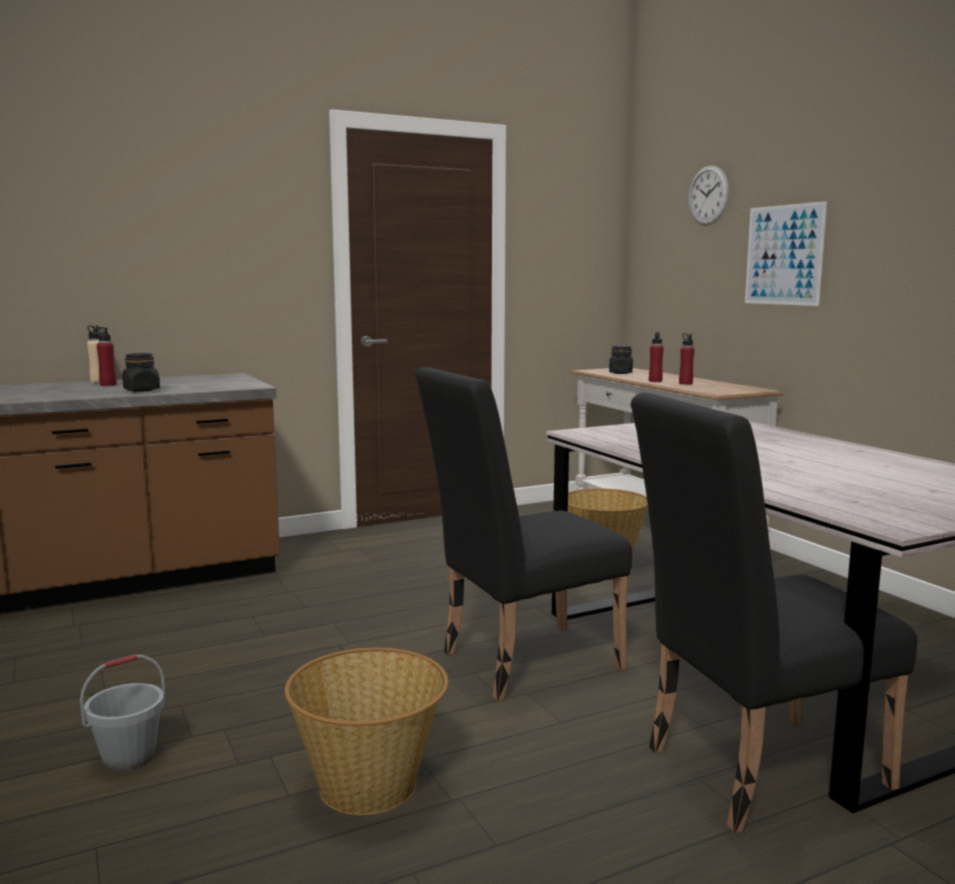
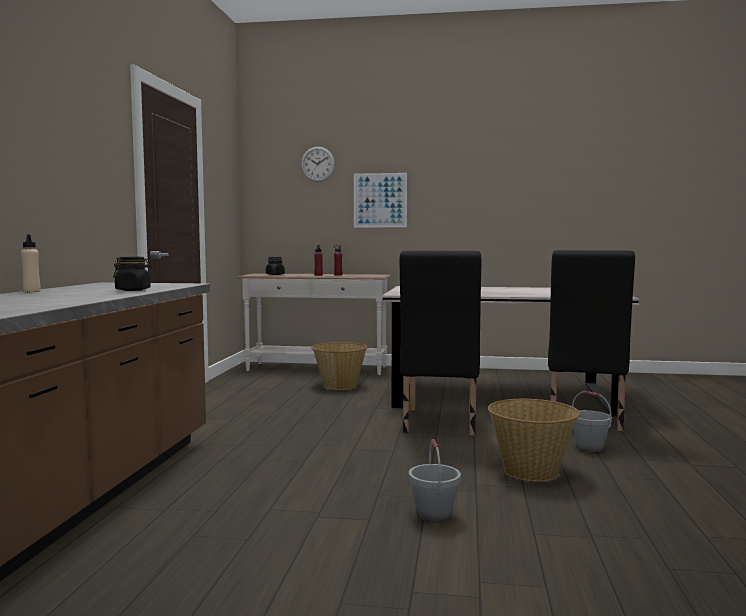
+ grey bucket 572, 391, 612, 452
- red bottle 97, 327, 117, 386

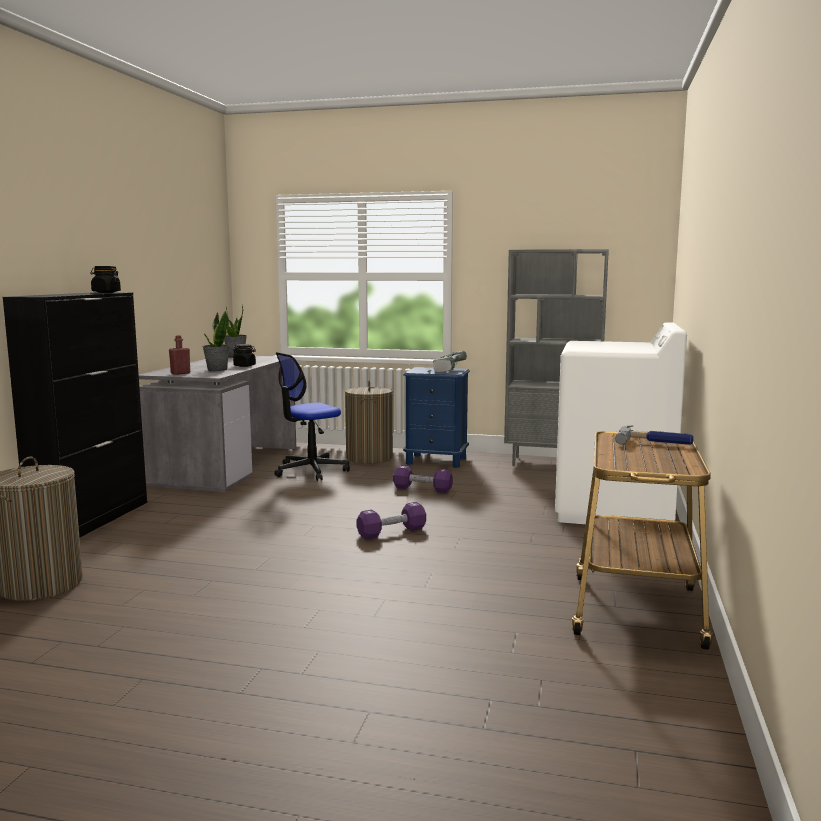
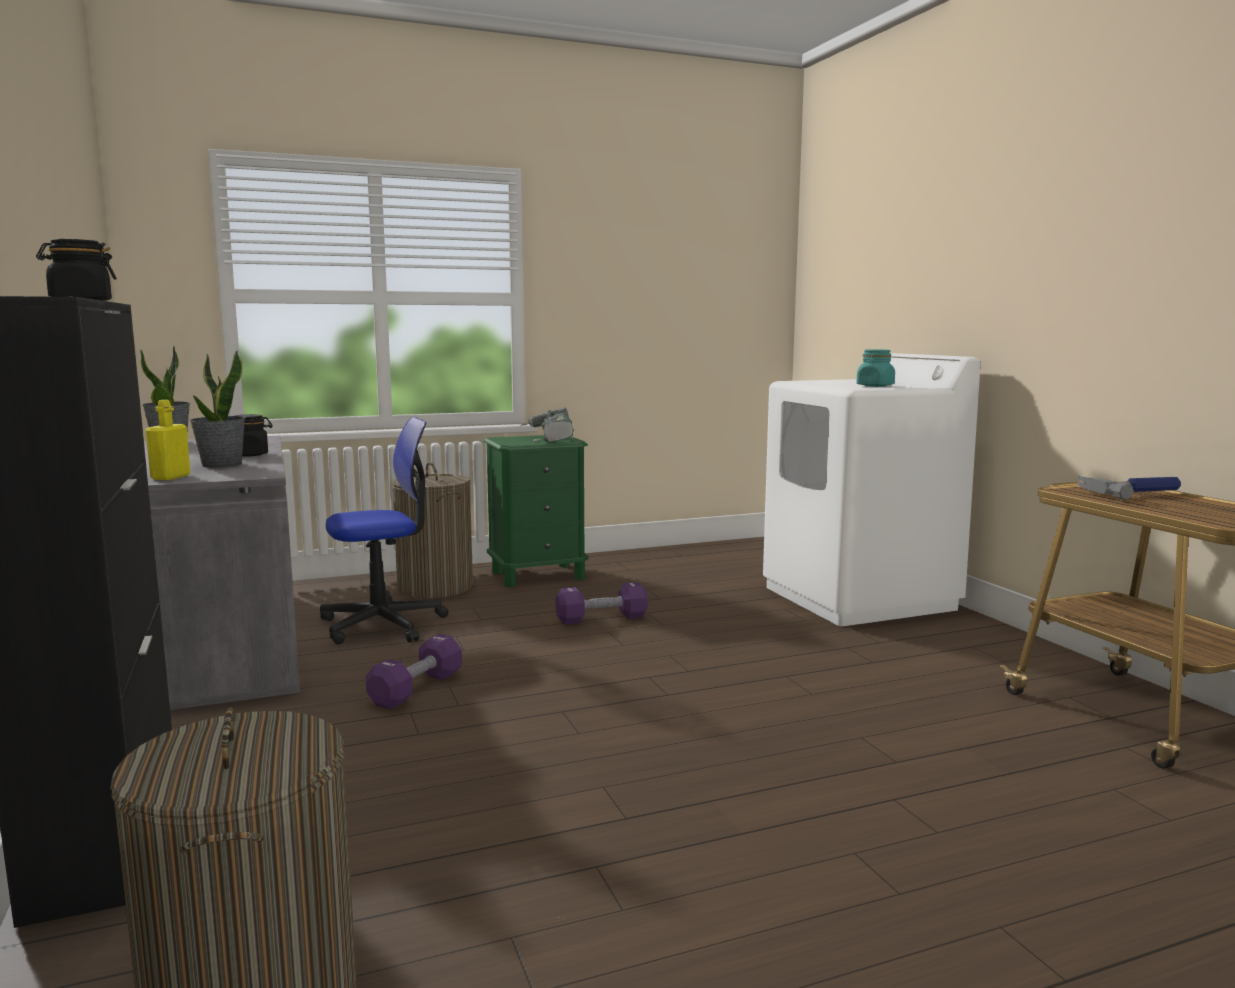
~ red bottle 169, 335, 190, 375 to yellow bottle 145, 400, 190, 480
~ office chair 274, 352, 350, 481 = 320, 417, 448, 644 135 degrees counterclockwise
~ purple dumbbell 357, 502, 426, 540 to 366, 634, 462, 709
~ blue nightstand 403, 367, 470, 468 to green nightstand 484, 435, 588, 588
+ turquoise jar 856, 349, 895, 387
- grey bookcase 504, 249, 609, 466

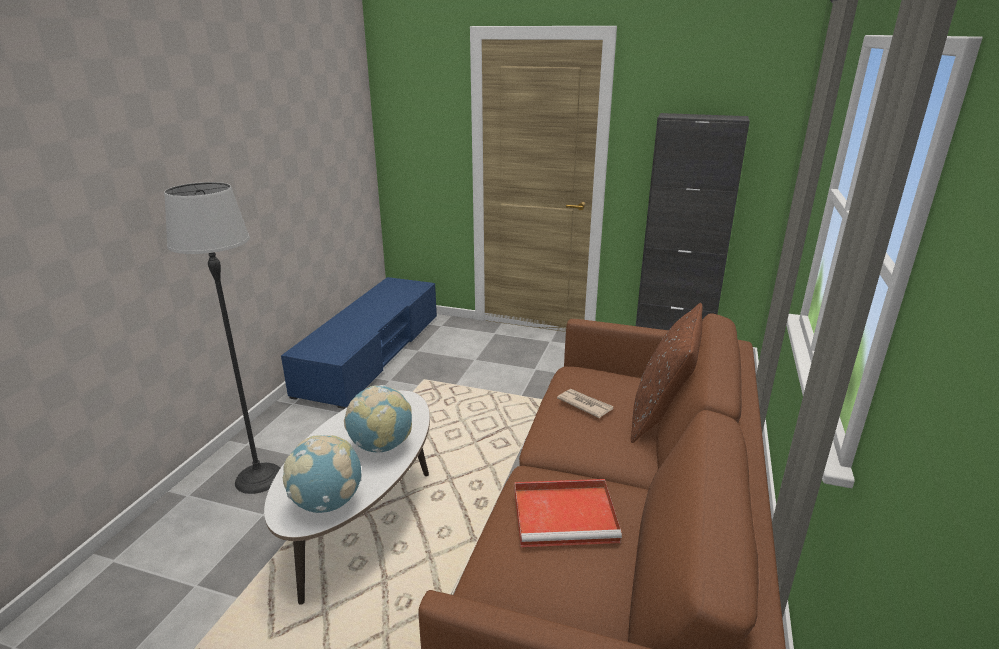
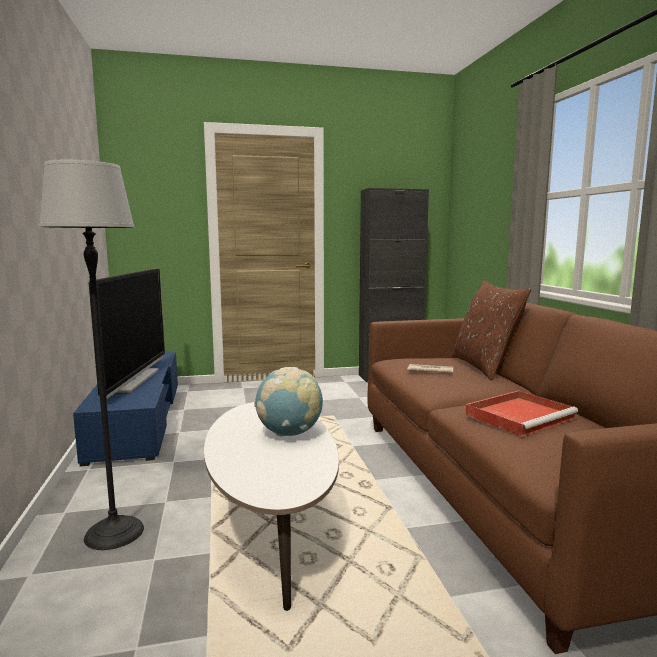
+ television 89, 269, 165, 399
- globe 283, 435, 362, 513

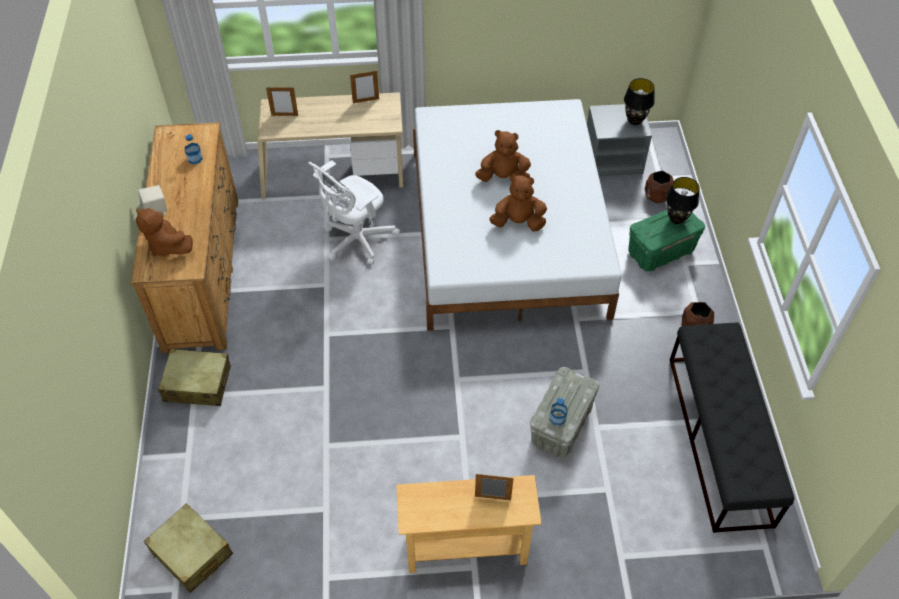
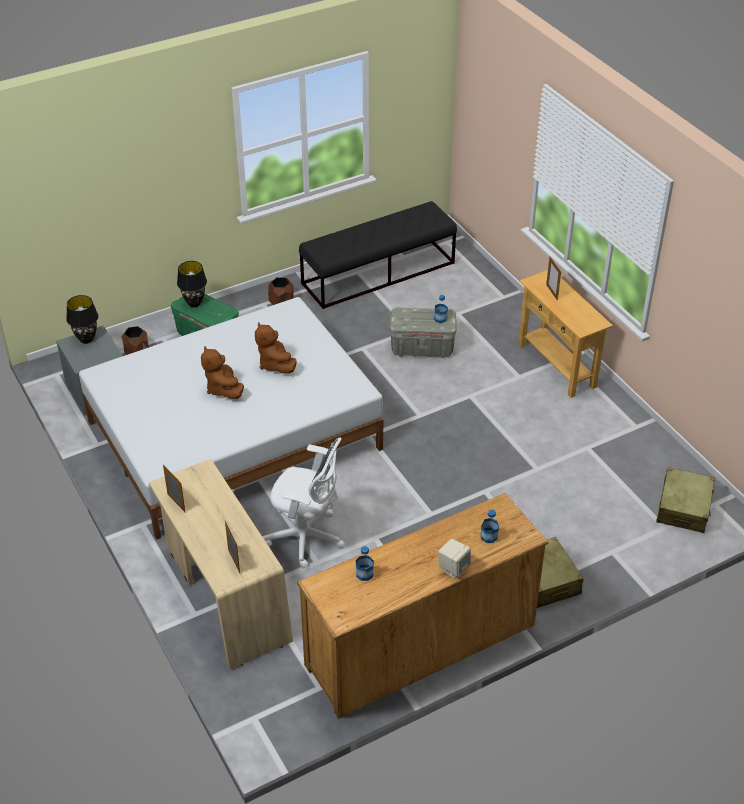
~ brown plush toy 136, 208, 193, 256 to bottle 481, 510, 499, 543

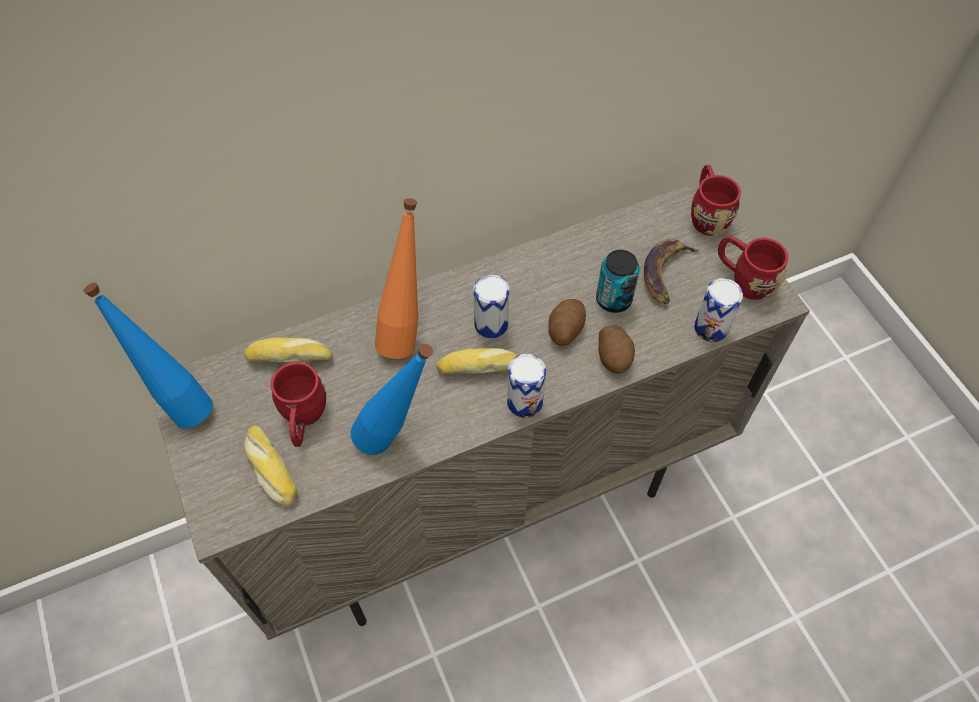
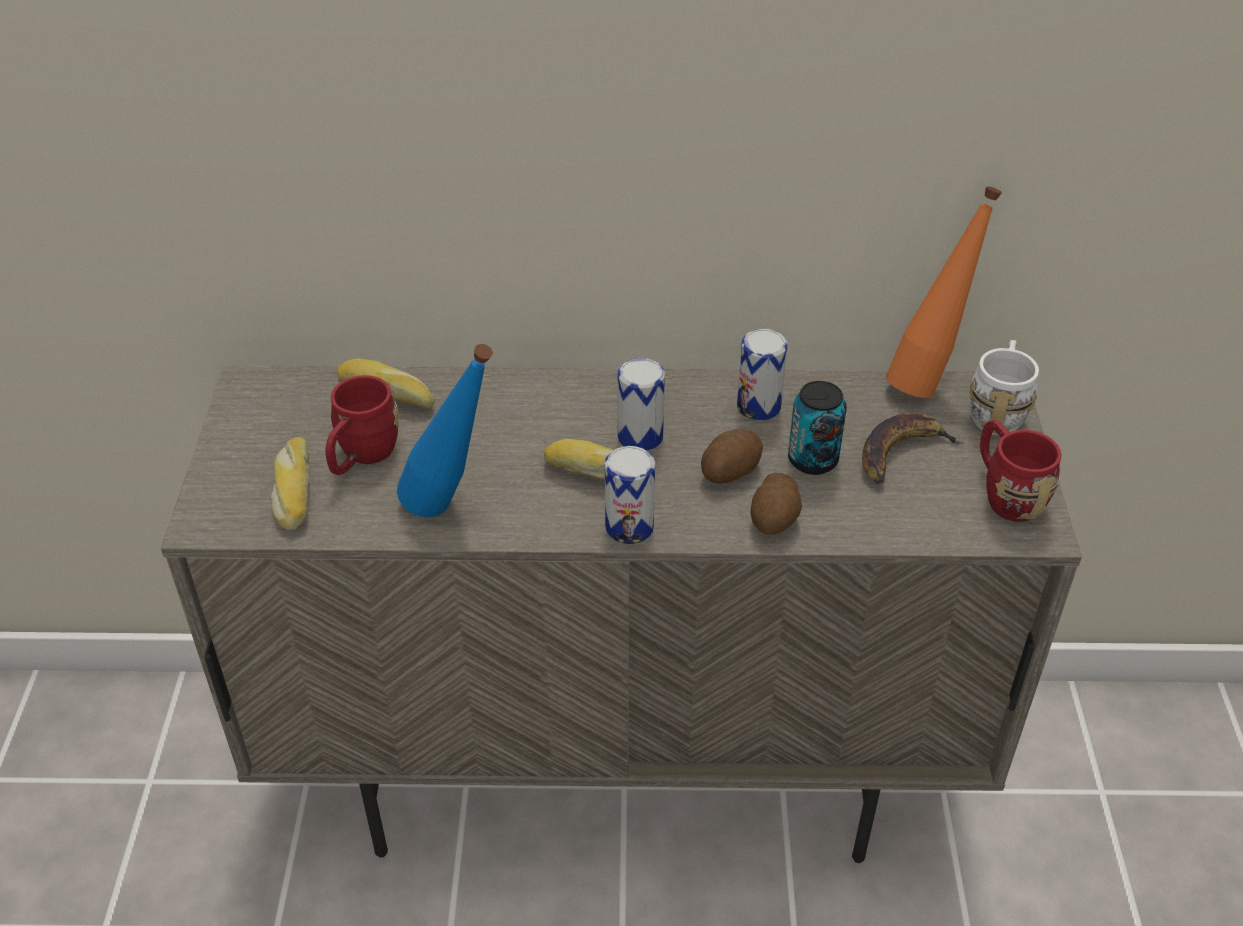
~ can 694, 278, 743, 342 to 737, 329, 787, 421
~ orange bottle 375, 198, 418, 359 to 886, 186, 1002, 398
~ red mug 691, 165, 741, 236 to white mug 969, 340, 1039, 435
- blue bottle 84, 283, 213, 428

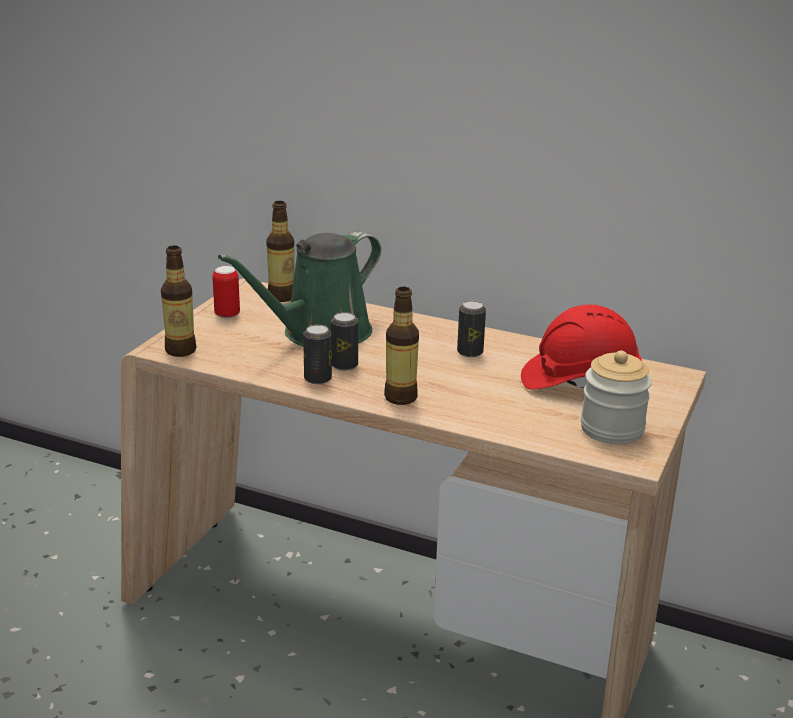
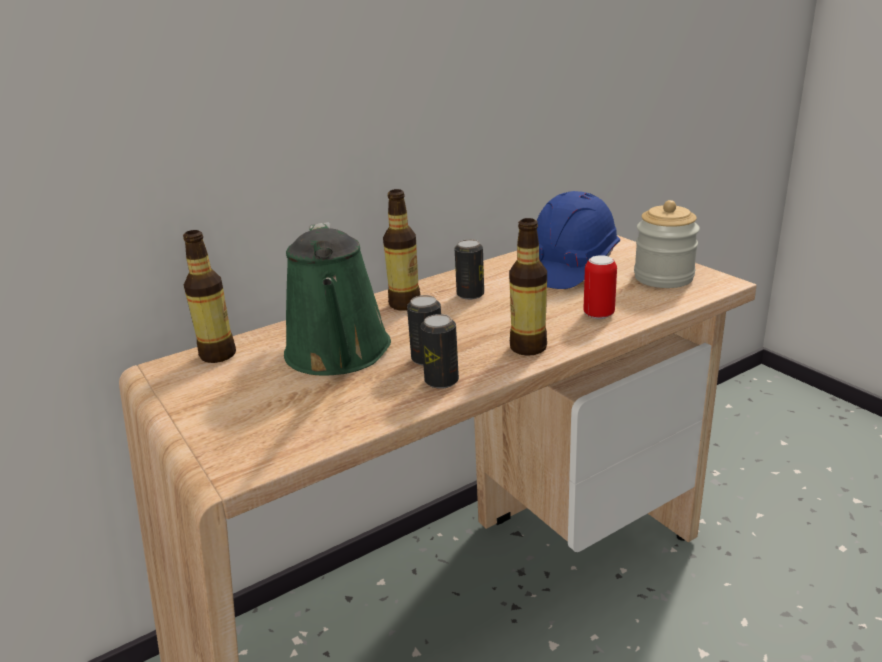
~ bottle 161, 245, 196, 357 to 383, 189, 421, 311
~ red hard hat 521, 304, 642, 389 to blue hard hat 537, 191, 620, 289
~ can 212, 266, 240, 318 to 583, 255, 617, 319

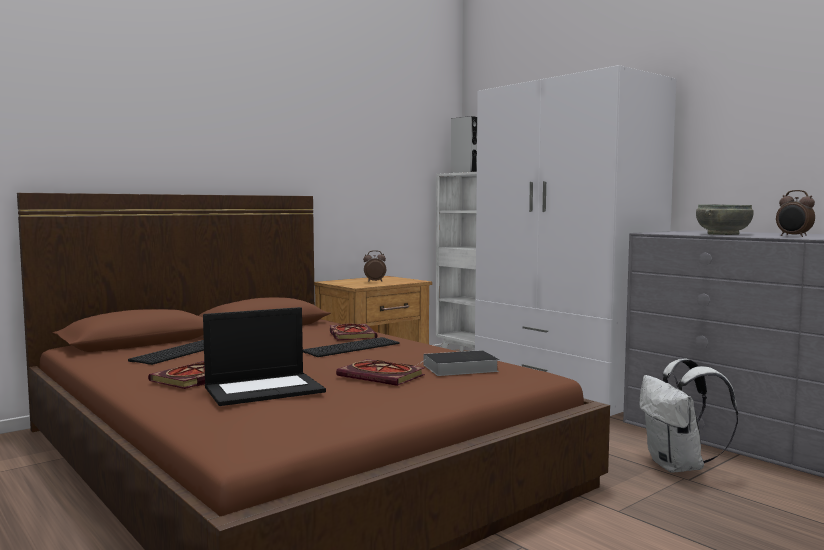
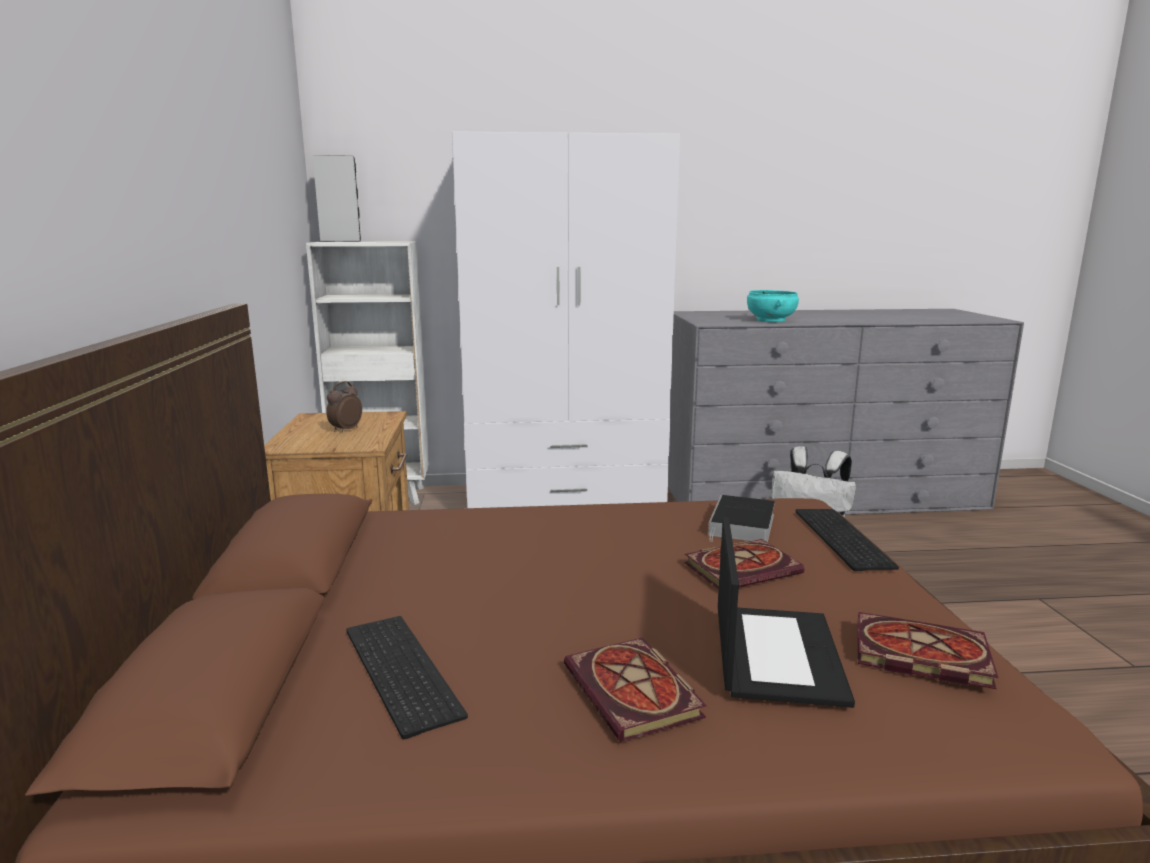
~ grey bowl 696, 204, 754, 235 to turquoise bowl 747, 290, 799, 322
~ keyboard 303, 337, 400, 357 to 796, 509, 899, 571
~ book 330, 324, 378, 340 to 858, 612, 998, 689
- alarm clock 776, 190, 815, 237

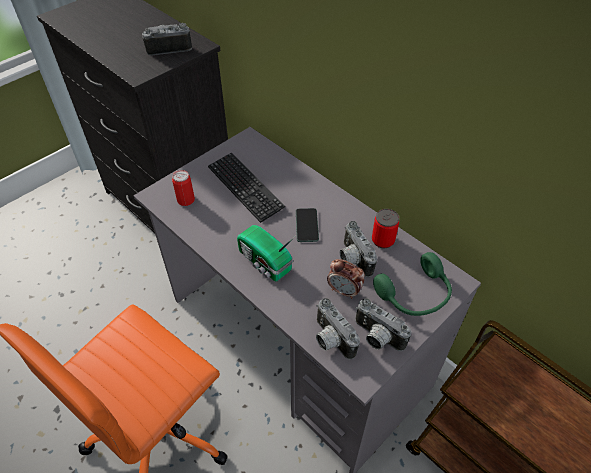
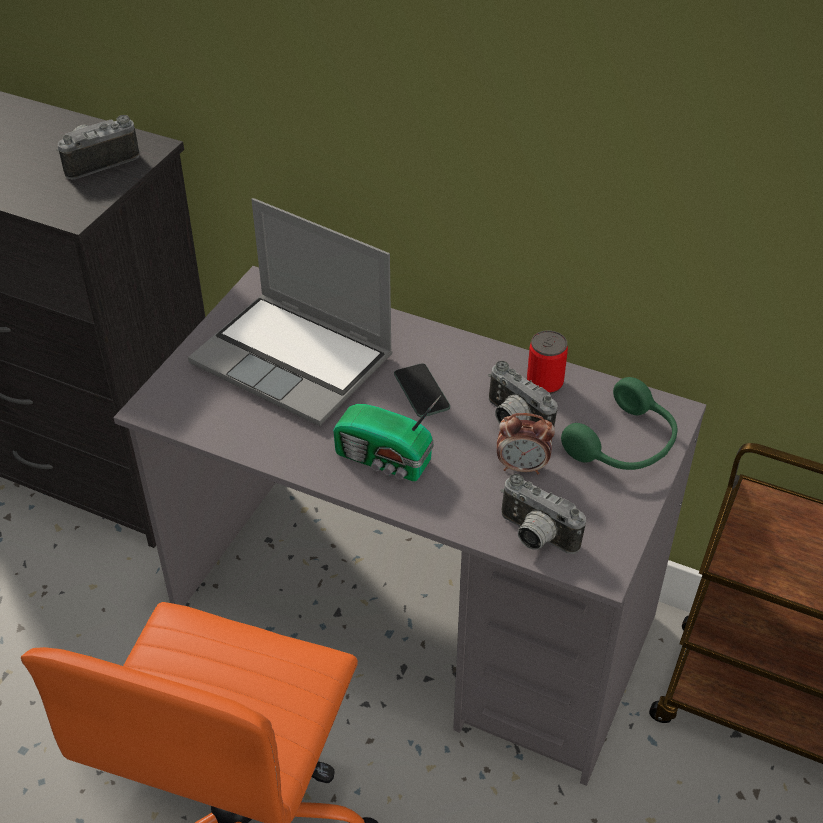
~ keyboard 208, 153, 285, 223 to laptop 188, 198, 393, 426
- can 172, 170, 195, 206
- photo camera 355, 298, 411, 351

